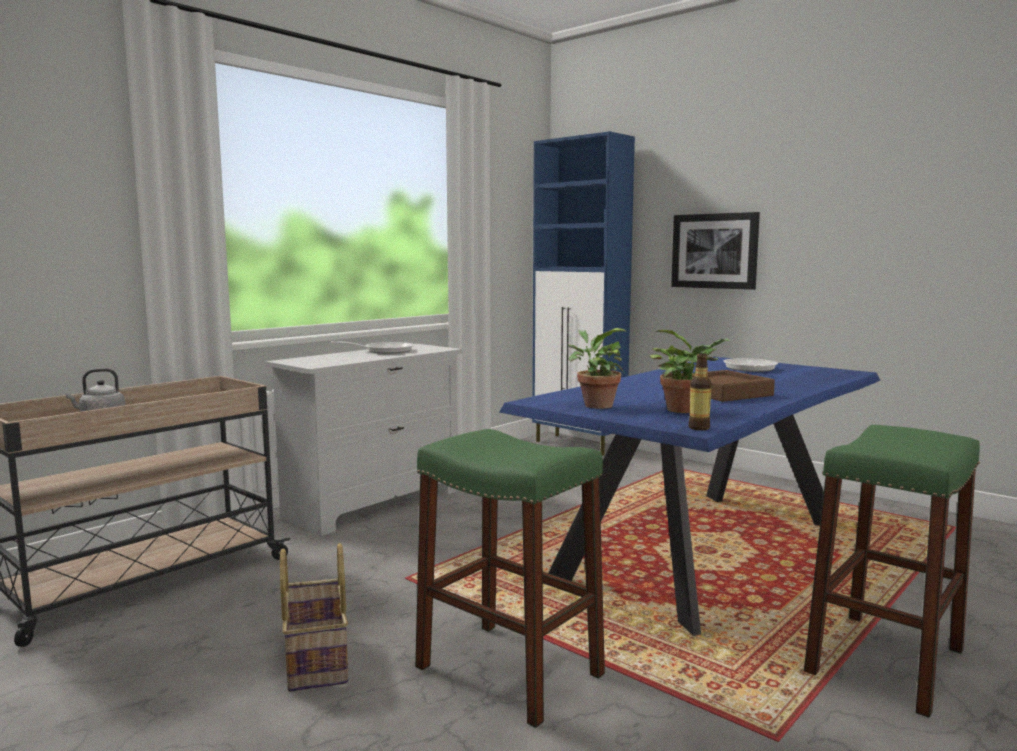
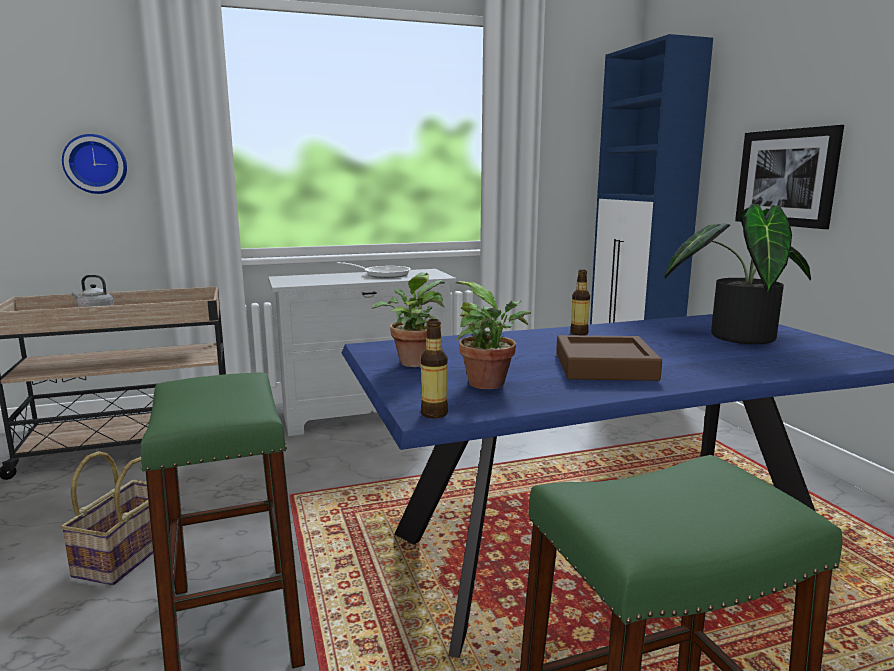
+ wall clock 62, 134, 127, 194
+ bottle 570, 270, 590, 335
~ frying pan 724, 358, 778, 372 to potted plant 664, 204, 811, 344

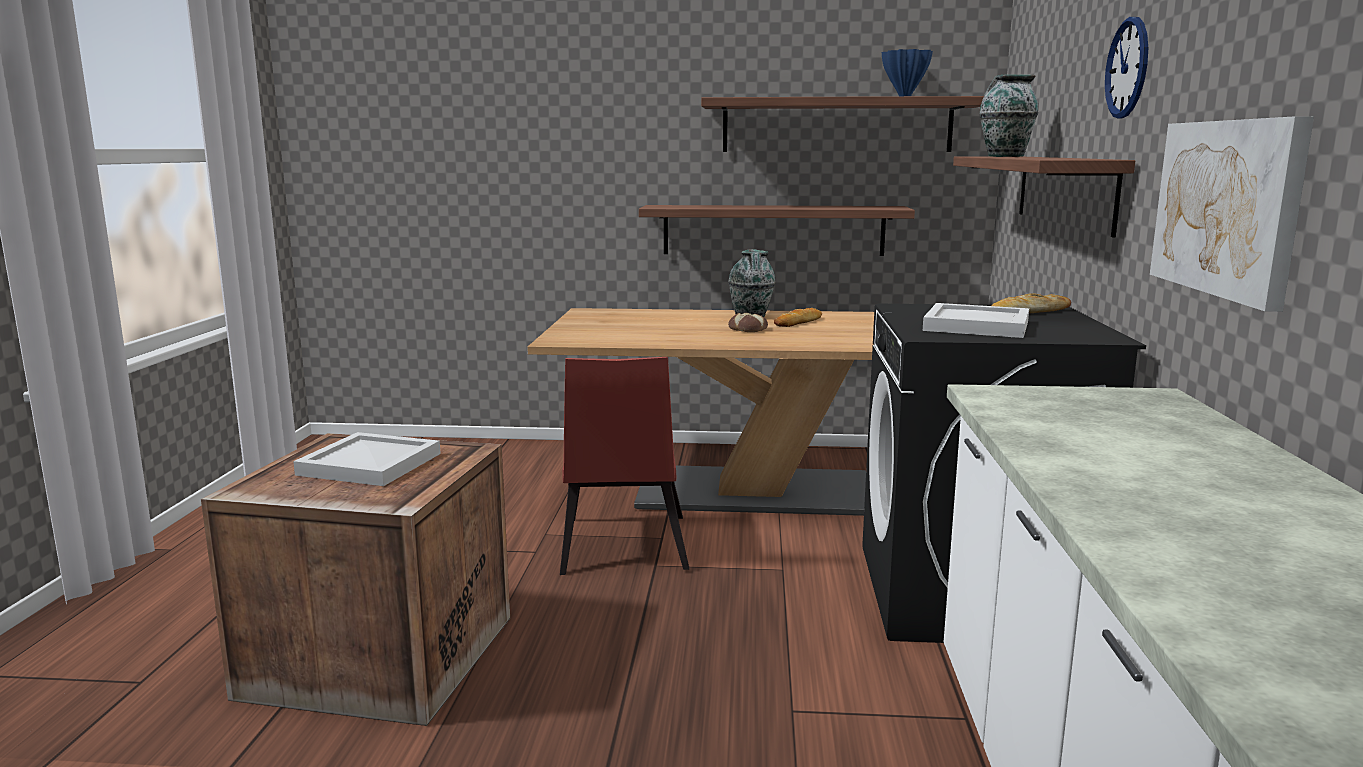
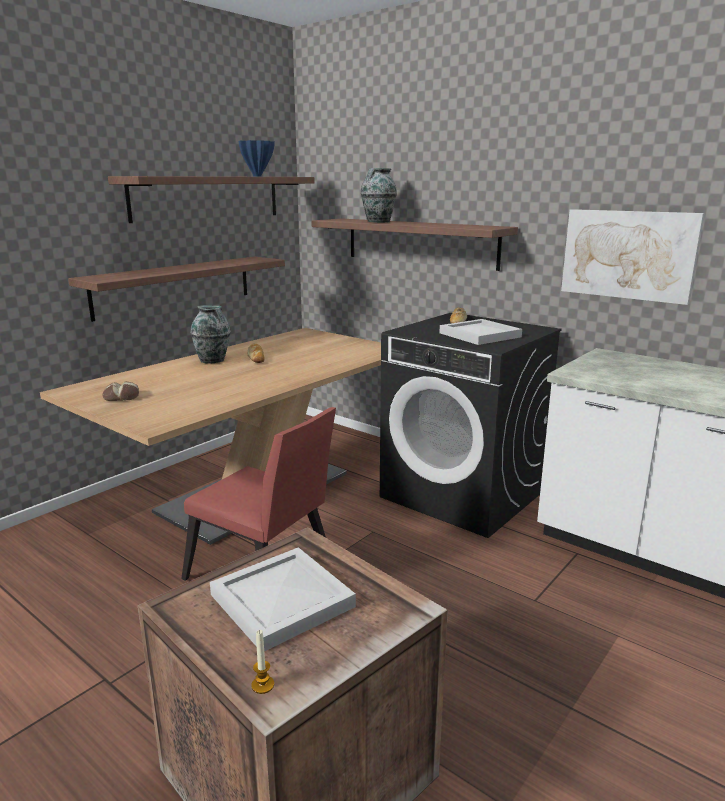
~ bread 728, 313, 768, 332 to 102, 381, 139, 401
+ candle 251, 630, 274, 694
- wall clock 1105, 17, 1148, 119

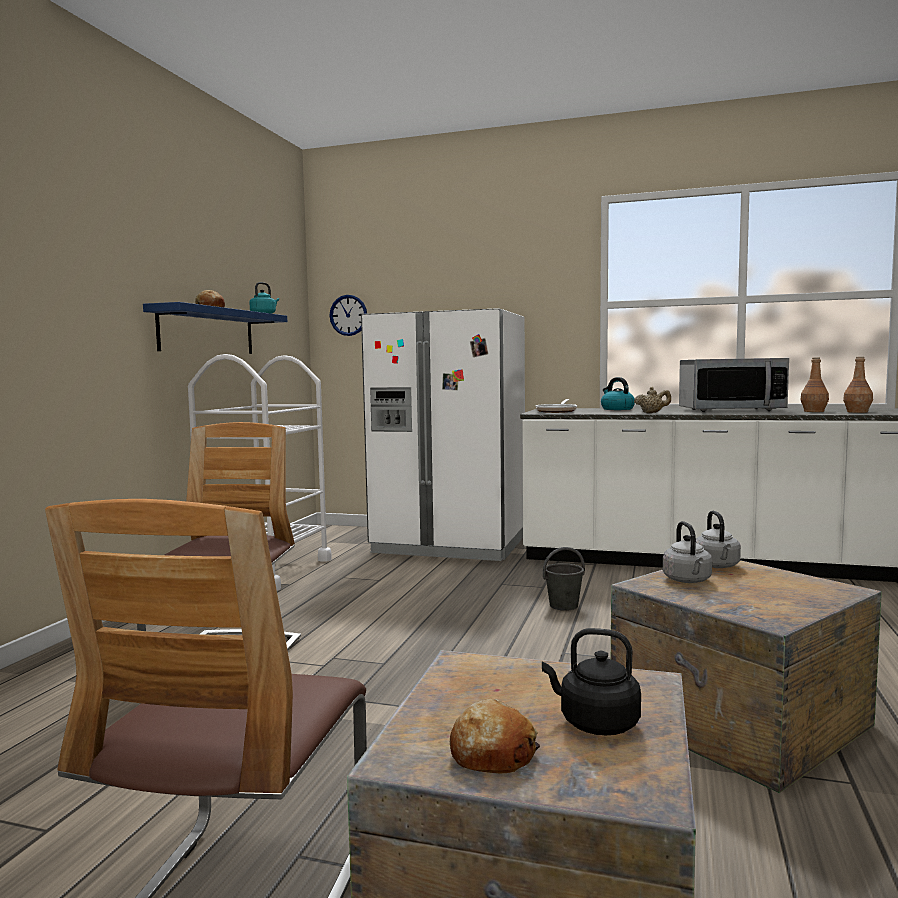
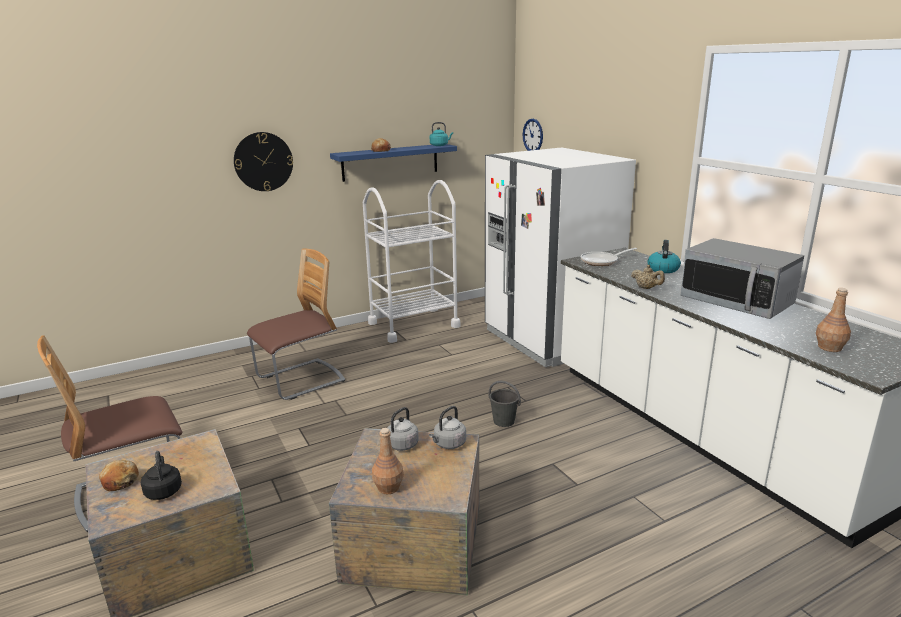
+ wall clock 234, 132, 293, 191
~ brown bottle 801, 357, 829, 412 to 372, 428, 404, 494

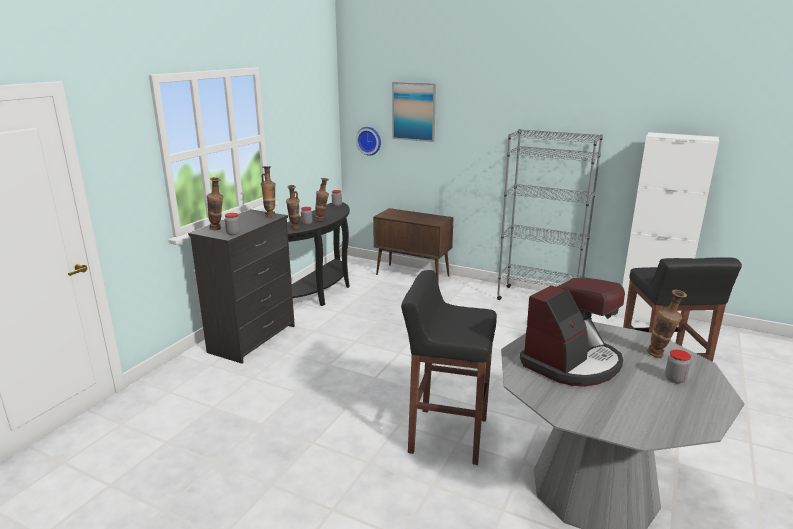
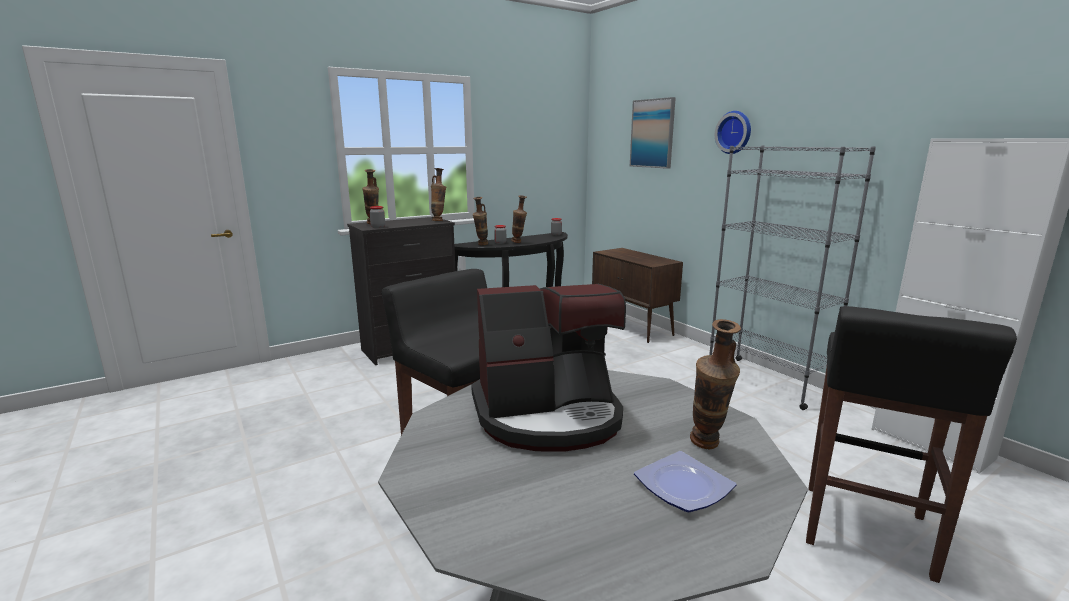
~ jar 665, 350, 691, 384 to plate 634, 451, 736, 512
~ wall clock 356, 127, 381, 156 to 715, 111, 751, 154

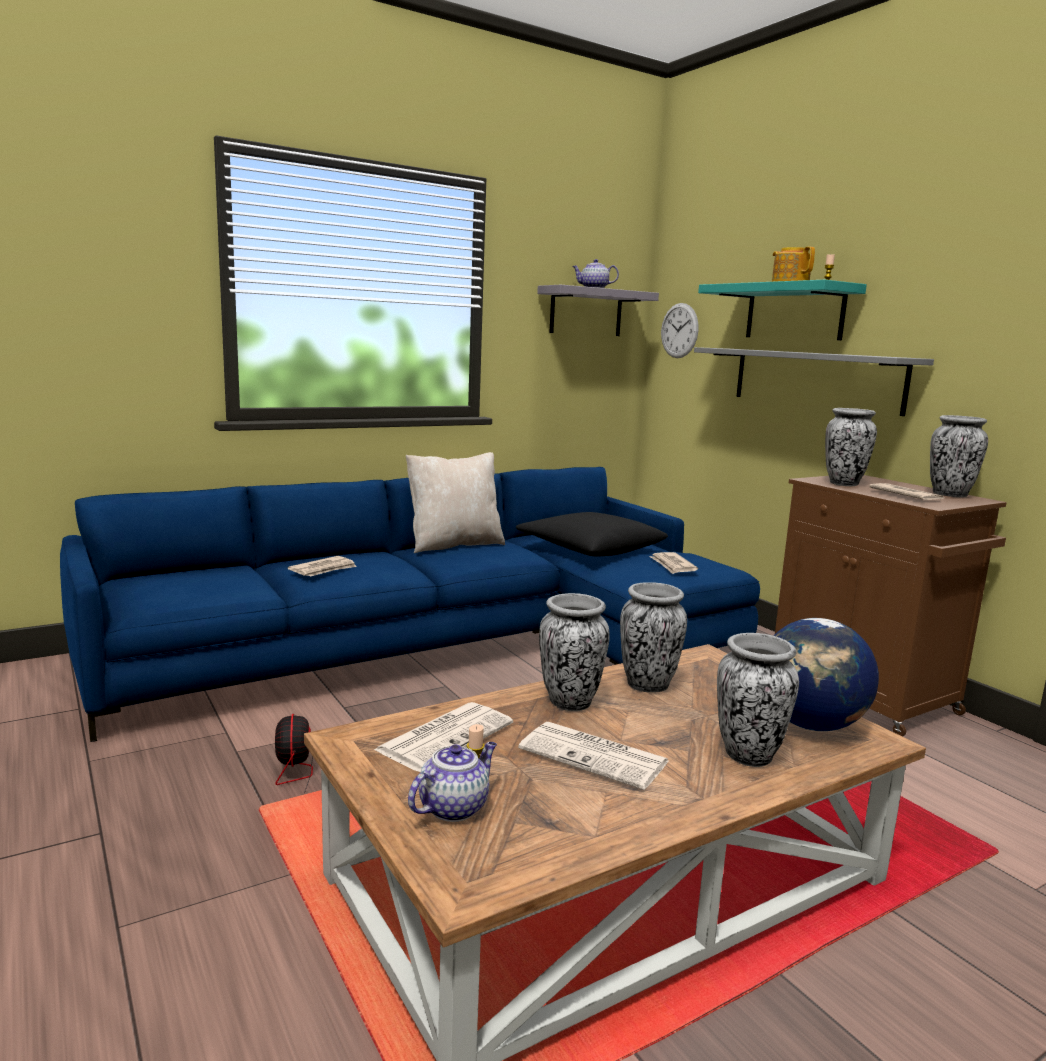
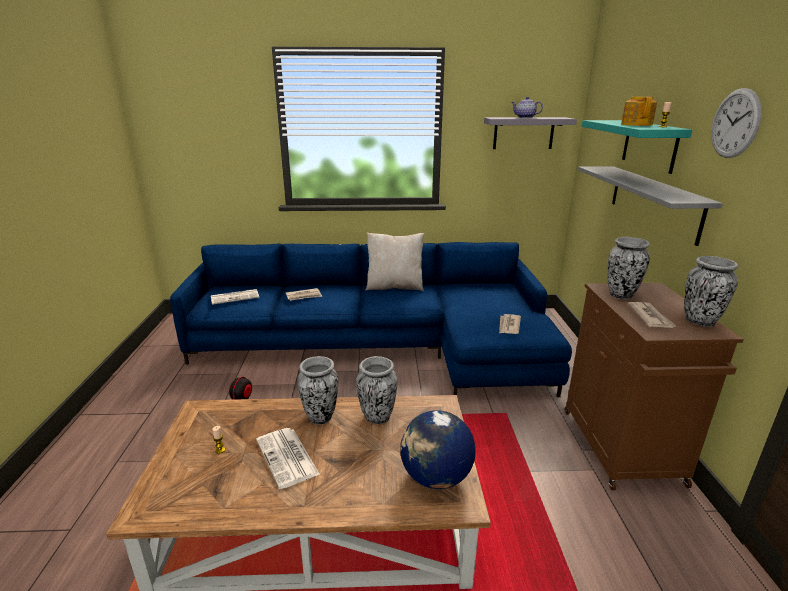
~ newspaper 374, 702, 513, 772 to 211, 289, 259, 305
~ wall clock 661, 303, 698, 358 to 711, 88, 762, 158
- teapot 408, 742, 497, 822
- black pillow 516, 512, 668, 556
- vase 717, 633, 799, 767

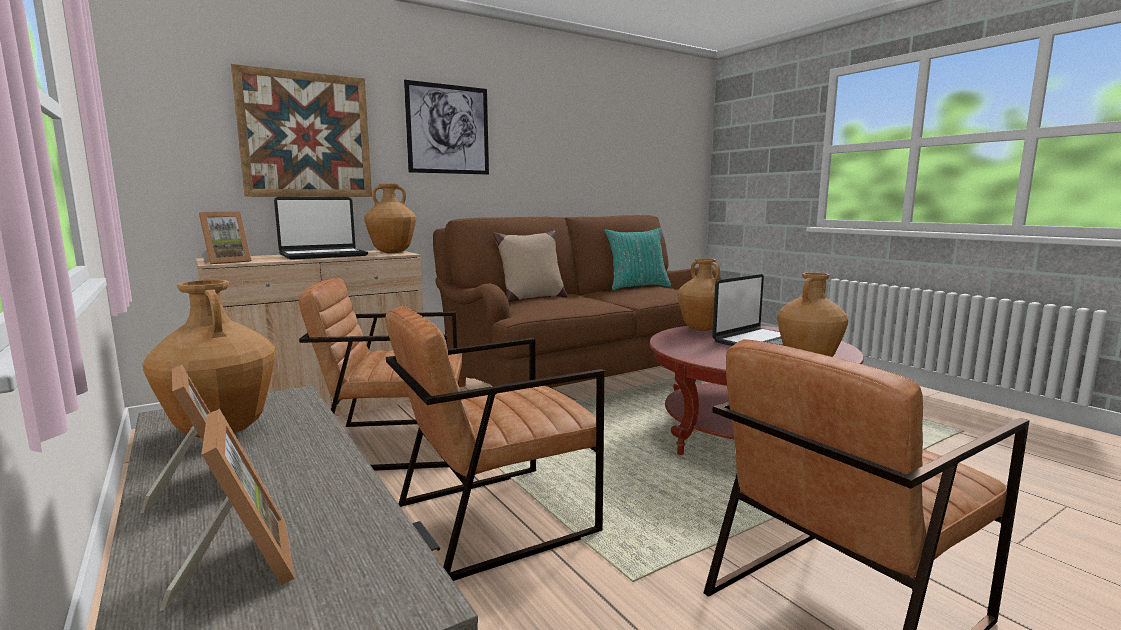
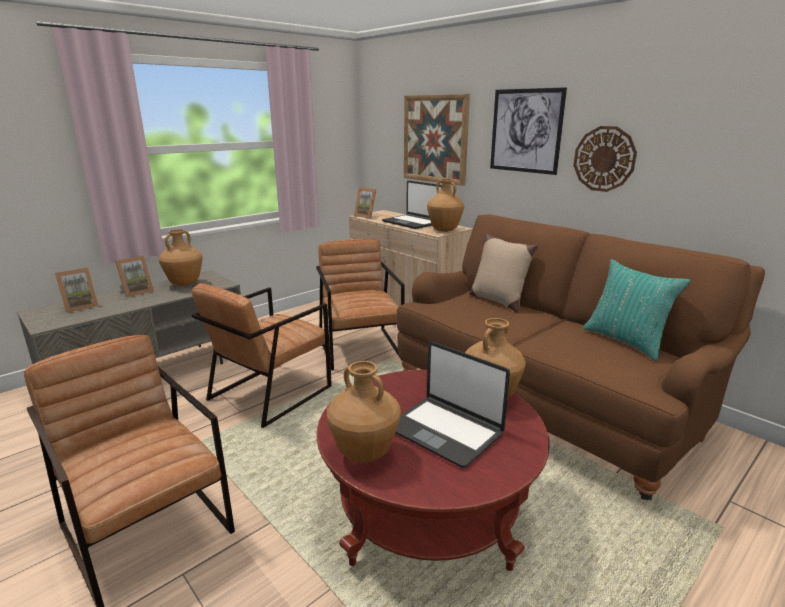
~ brown armchair 385, 306, 605, 581 = 192, 283, 332, 428 105 degrees counterclockwise
+ wall clock 573, 126, 637, 192

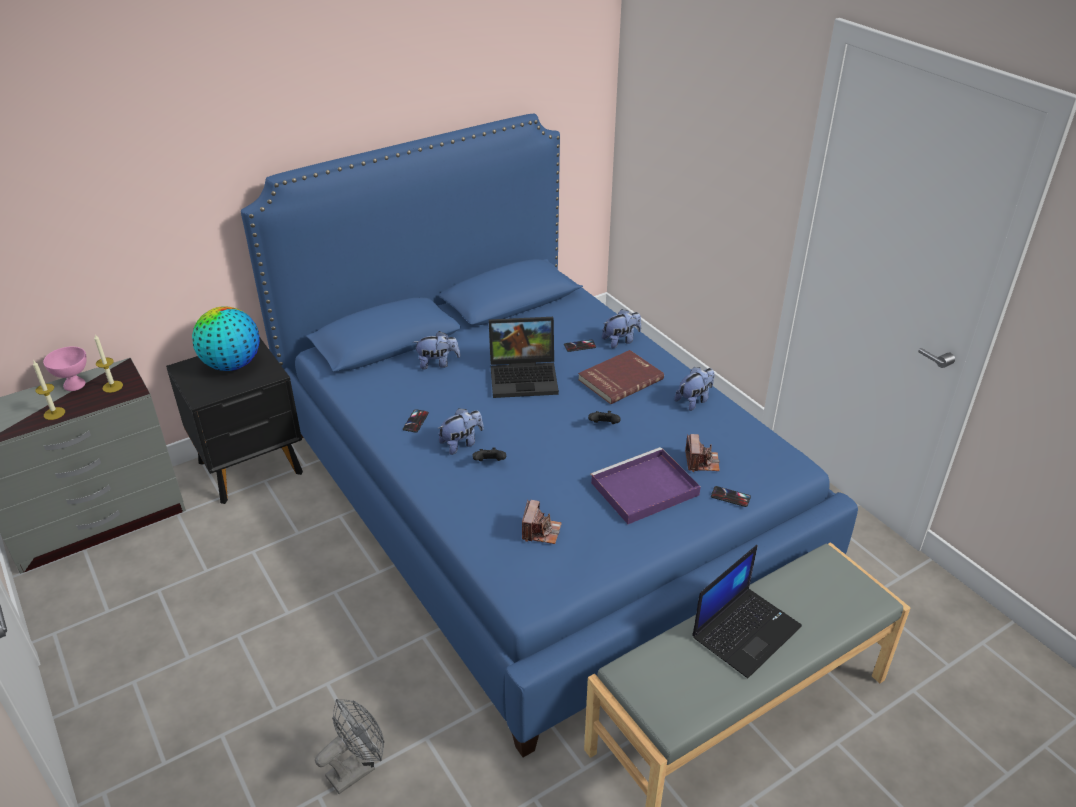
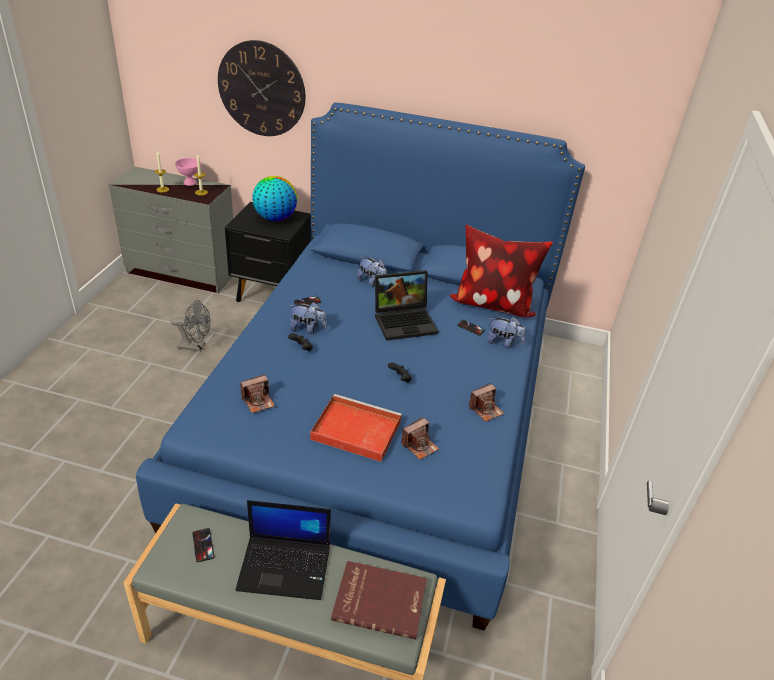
~ grey fan 315, 699, 384, 794 to 171, 300, 211, 352
~ phone 711, 486, 751, 507 to 192, 528, 214, 562
+ wall clock 218, 40, 305, 136
~ purple tray 590, 447, 701, 524 to red tray 310, 394, 402, 462
~ red book 578, 350, 664, 404 to 331, 561, 427, 640
~ laptop 489, 317, 559, 398 = 375, 270, 438, 341 60 degrees counterclockwise
+ pillow 449, 225, 553, 317
~ plush toy 674, 367, 715, 411 to photo camera 469, 383, 504, 422

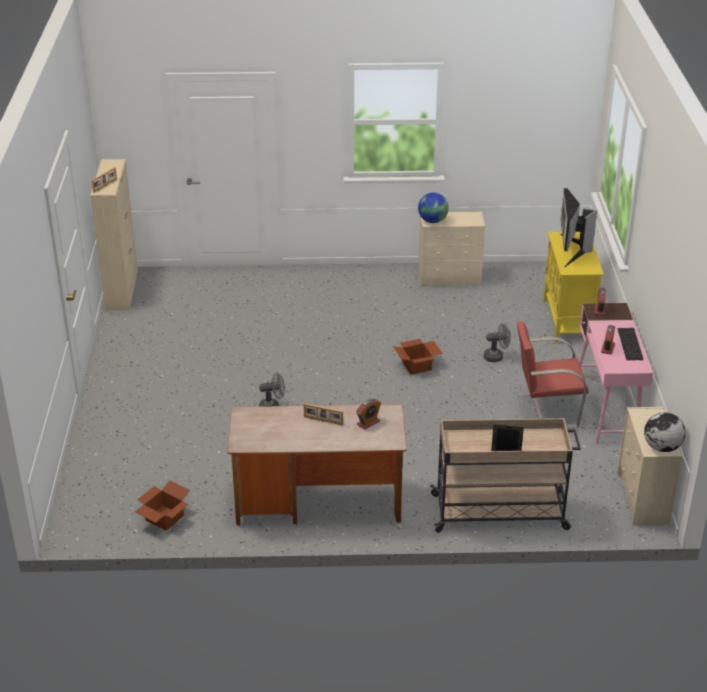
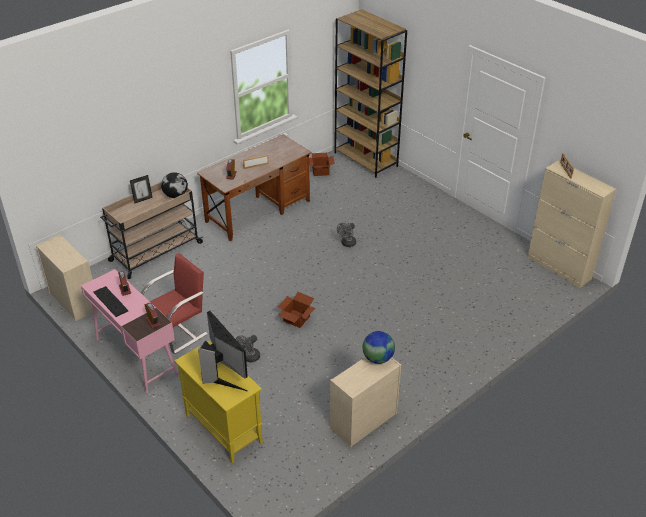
~ globe 644, 412, 686, 452 to 161, 172, 188, 198
+ brown bookcase 334, 9, 407, 178

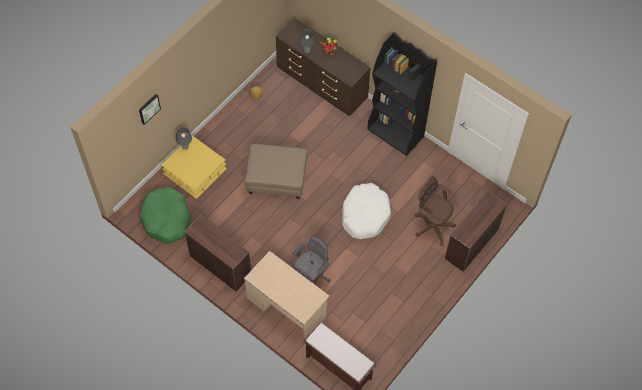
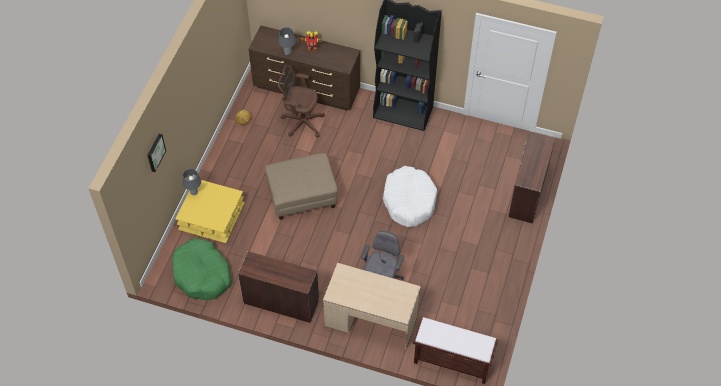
~ brown office chair 415, 176, 456, 246 to 278, 65, 325, 138

